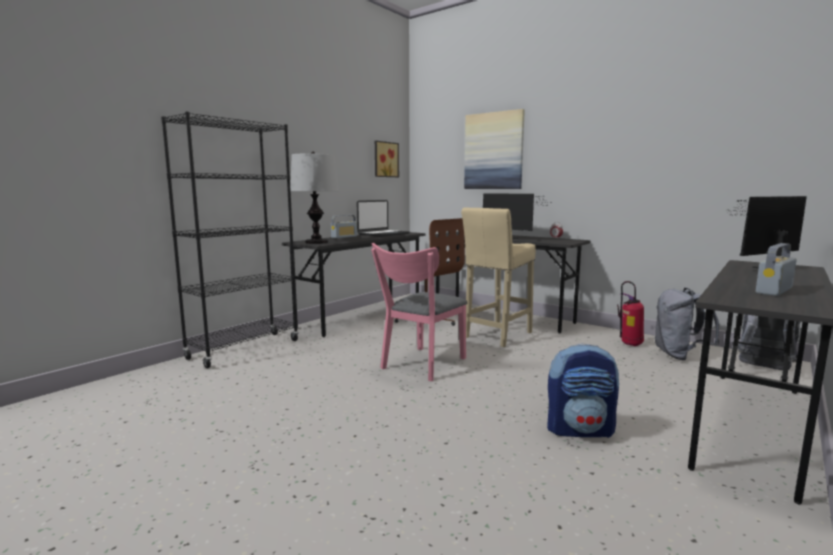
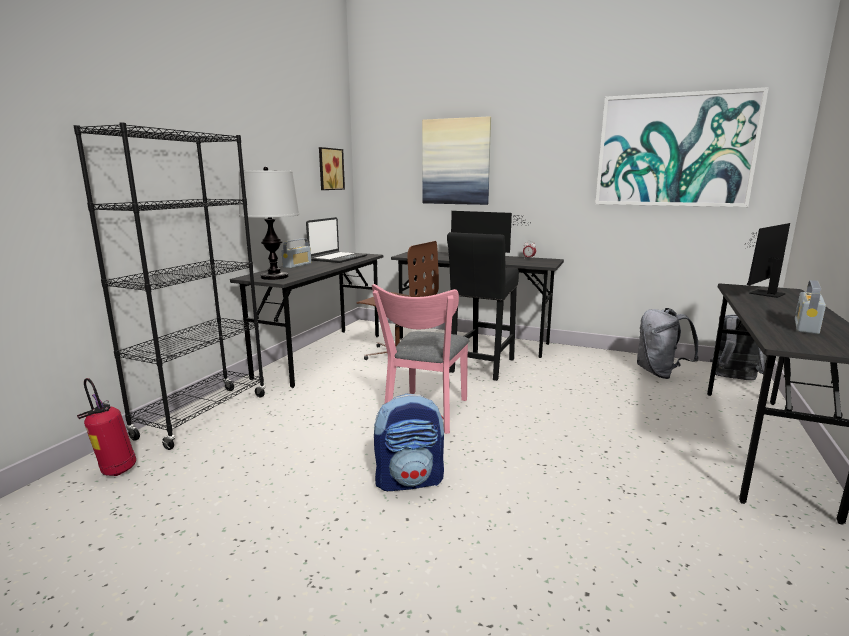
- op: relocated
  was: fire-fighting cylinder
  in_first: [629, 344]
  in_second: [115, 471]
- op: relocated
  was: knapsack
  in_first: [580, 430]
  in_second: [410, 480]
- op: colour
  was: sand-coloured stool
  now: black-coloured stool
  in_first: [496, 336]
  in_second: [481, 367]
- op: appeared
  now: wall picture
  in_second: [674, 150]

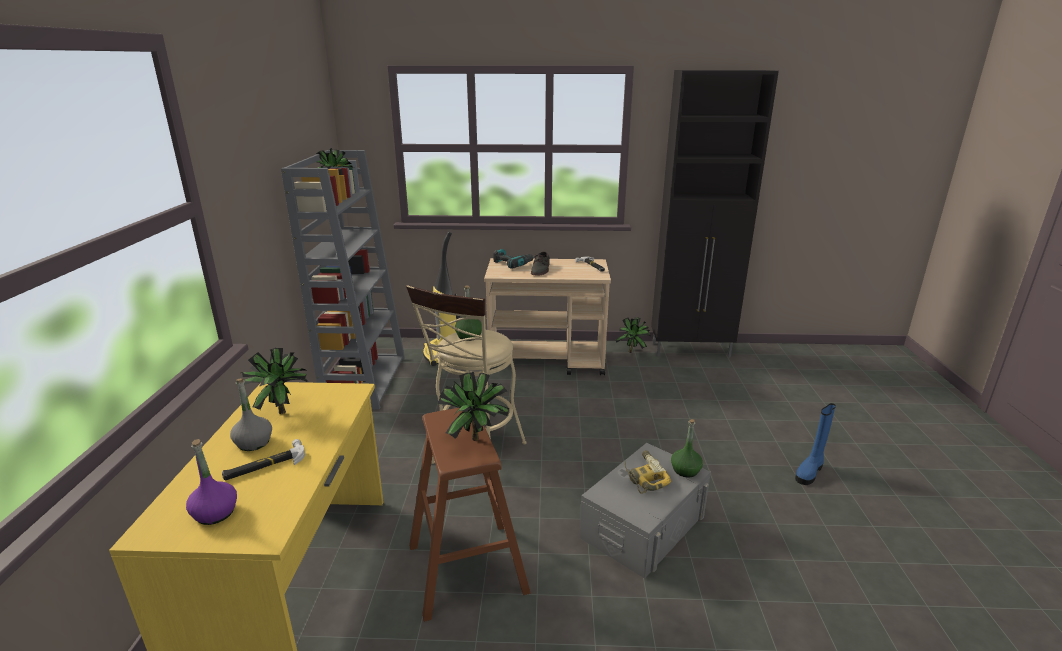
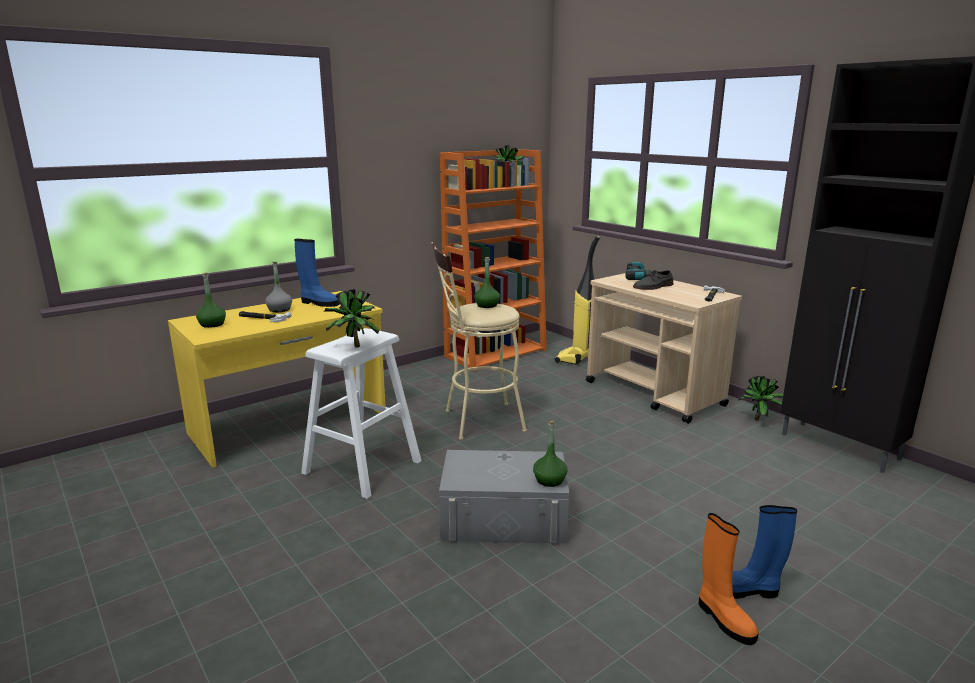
- op: colour
  was: purple-coloured beverage bottle
  now: green beverage bottle
  in_first: [215, 513]
  in_second: [212, 324]
- op: exchanged
  was: potted plant
  now: bluish boot
  in_first: [281, 410]
  in_second: [318, 303]
- op: colour
  was: brown-coloured stool
  now: white stool
  in_first: [467, 568]
  in_second: [362, 467]
- op: colour
  was: gray bookcase
  now: orange-coloured bookcase
  in_first: [365, 380]
  in_second: [496, 353]
- op: appeared
  now: orange-coloured boot
  in_second: [724, 619]
- op: missing
  was: electric drill
  in_first: [643, 476]

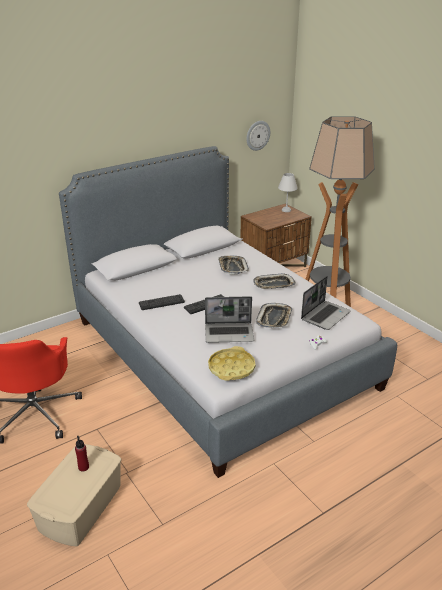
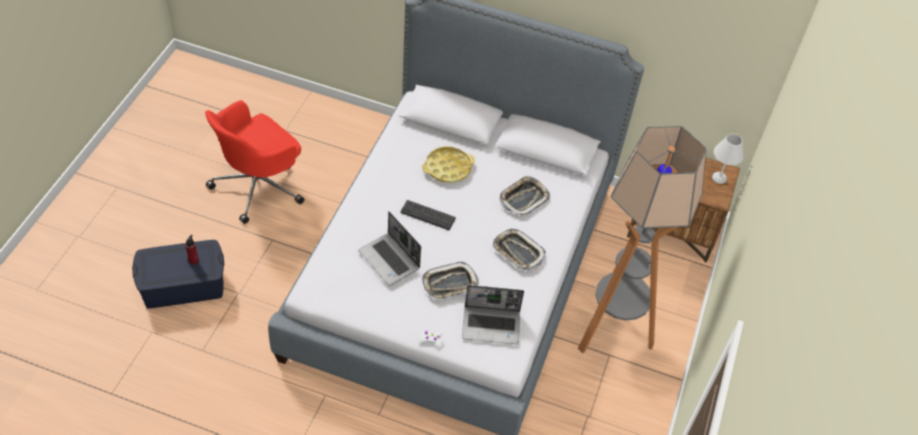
- op: colour
  was: sand-coloured storage container
  now: bluish storage container
  in_first: [80, 507]
  in_second: [183, 285]
- op: relocated
  was: yellow-coloured serving tray
  in_first: [231, 368]
  in_second: [448, 168]
- op: missing
  was: PC keyboard
  in_first: [161, 303]
- op: missing
  was: clock on the wall
  in_first: [257, 135]

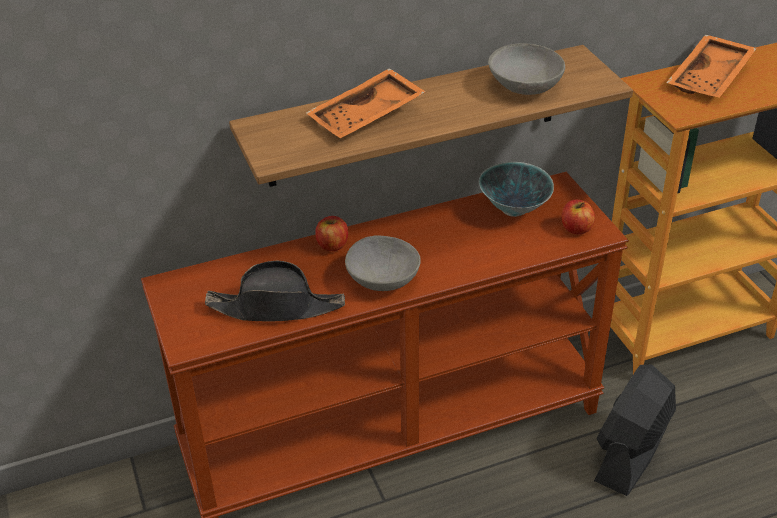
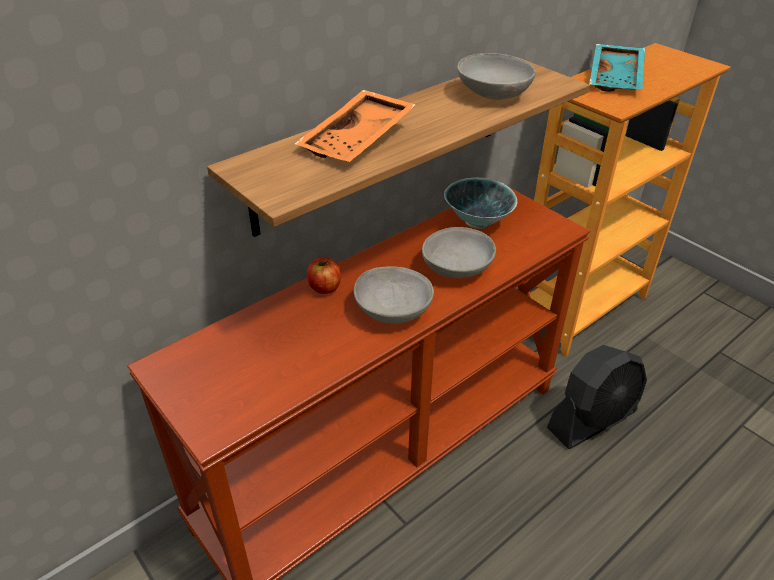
- op: appeared
  now: gray bowl
  in_second: [457, 269]
- op: spun
  was: black-coloured electric fan
  in_first: [630, 454]
  in_second: [592, 420]
  clockwise: -135
- op: colour
  was: orange-coloured serving tray
  now: blue-green serving tray
  in_first: [711, 78]
  in_second: [617, 78]
- op: missing
  was: black-coloured wearable hat
  in_first: [276, 307]
- op: missing
  was: apple
  in_first: [576, 228]

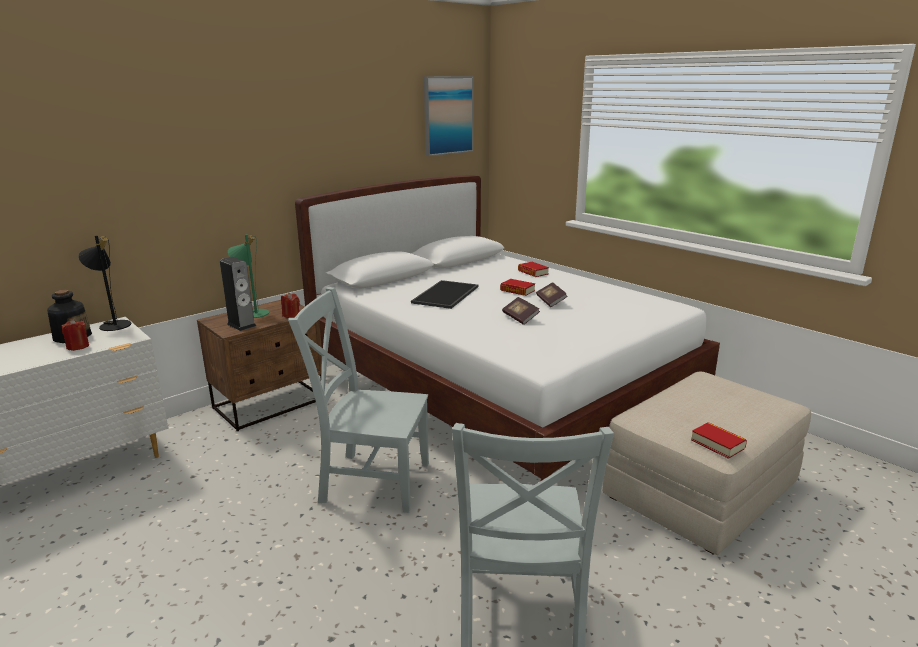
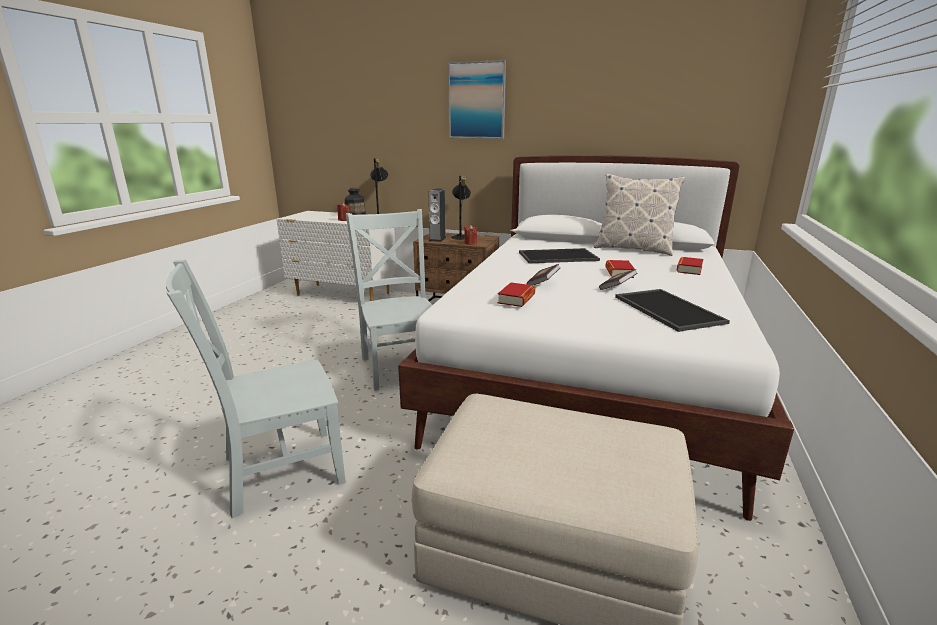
- op: relocated
  was: wall picture
  in_first: [448, 115]
  in_second: [477, 100]
- op: colour
  was: green tabletop lamp
  now: black-coloured tabletop lamp
  in_first: [253, 312]
  in_second: [461, 236]
- op: relocated
  was: volume
  in_first: [717, 444]
  in_second: [516, 299]
- op: appeared
  now: cushion
  in_second: [633, 249]
- op: appeared
  now: serving tray
  in_second: [666, 309]

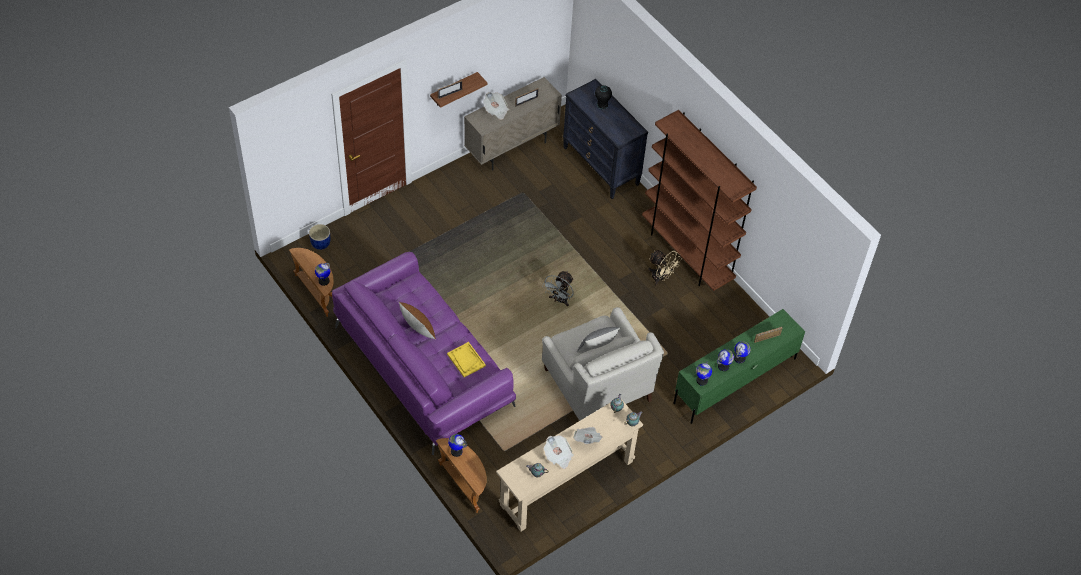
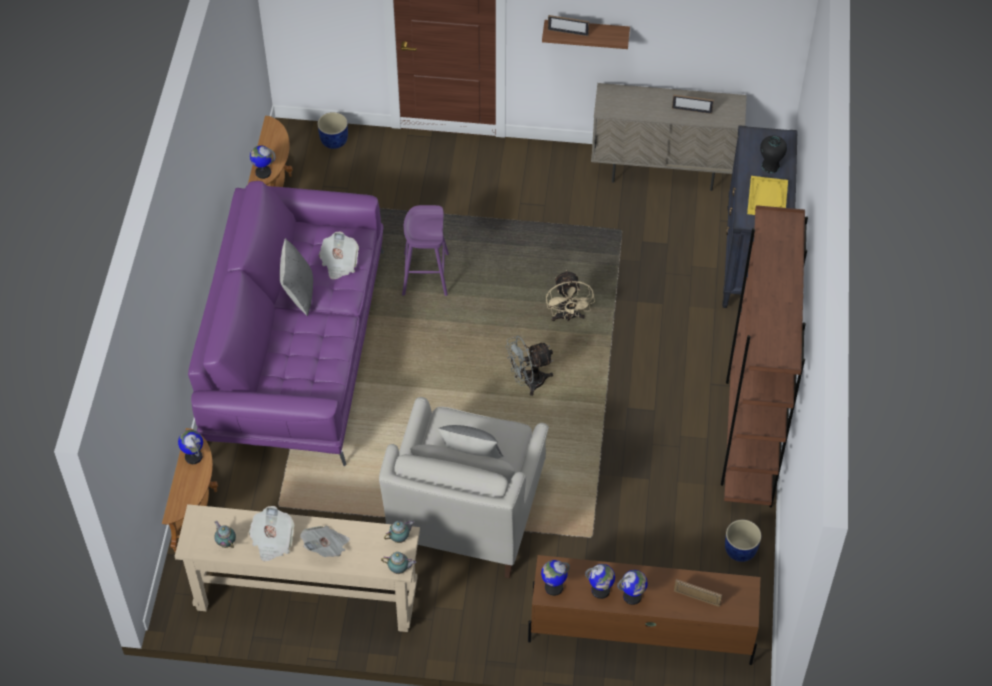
- op: colour
  was: brown-coloured cushion
  now: gray cushion
  in_first: [417, 331]
  in_second: [298, 294]
- op: relocated
  was: printed paper
  in_first: [496, 110]
  in_second: [339, 263]
- op: appeared
  now: purple-coloured stool
  in_second: [425, 274]
- op: colour
  was: green tv unit
  now: brown-coloured tv unit
  in_first: [734, 381]
  in_second: [639, 631]
- op: relocated
  was: sand-coloured electric fan
  in_first: [661, 278]
  in_second: [567, 317]
- op: appeared
  now: bluish plant pot
  in_second: [740, 550]
- op: relocated
  was: yellow-coloured serving tray
  in_first: [466, 360]
  in_second: [767, 198]

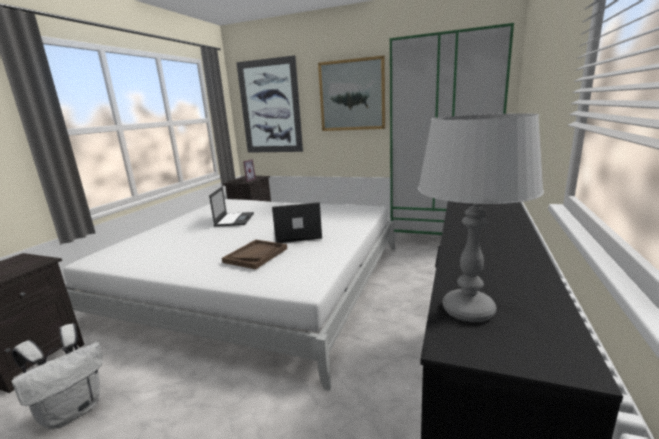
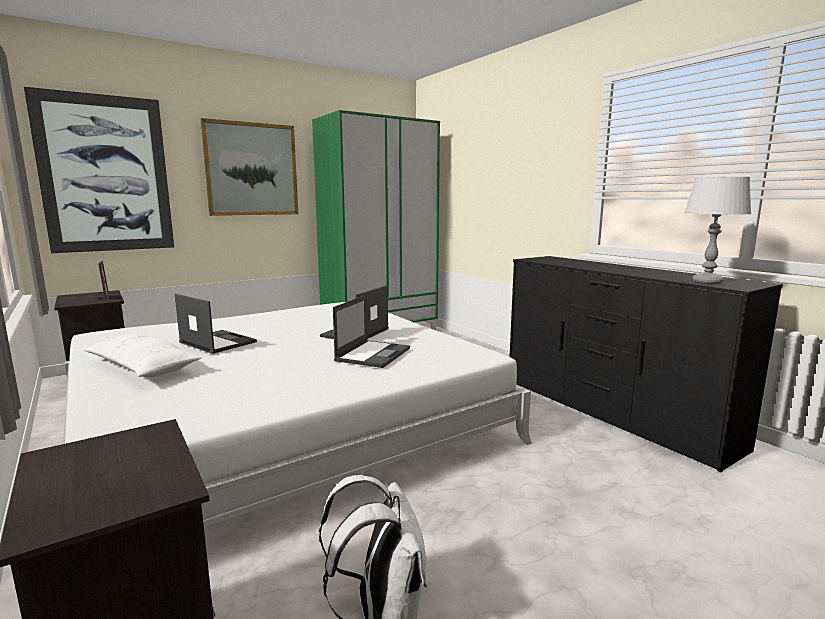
- op: appeared
  now: white cushion
  in_second: [142, 368]
- op: exchanged
  was: brown-coloured serving tray
  now: notebook computer
  in_first: [256, 255]
  in_second: [373, 354]

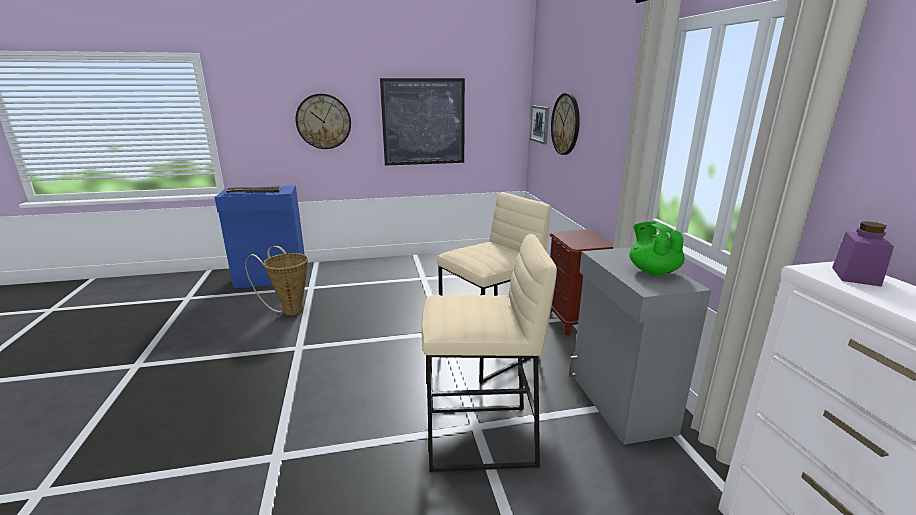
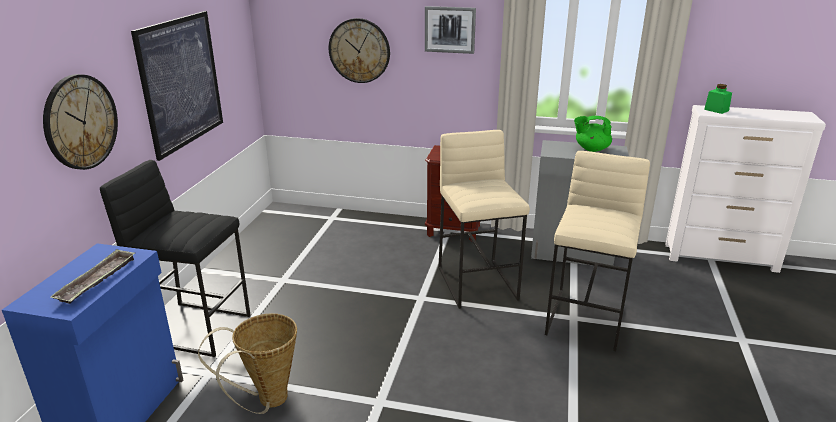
- op: appeared
  now: black-coloured stool
  in_second: [197, 328]
- op: relocated
  was: wall picture
  in_first: [540, 124]
  in_second: [450, 29]
- op: colour
  was: purple-coloured jar
  now: green jar
  in_first: [855, 276]
  in_second: [716, 110]

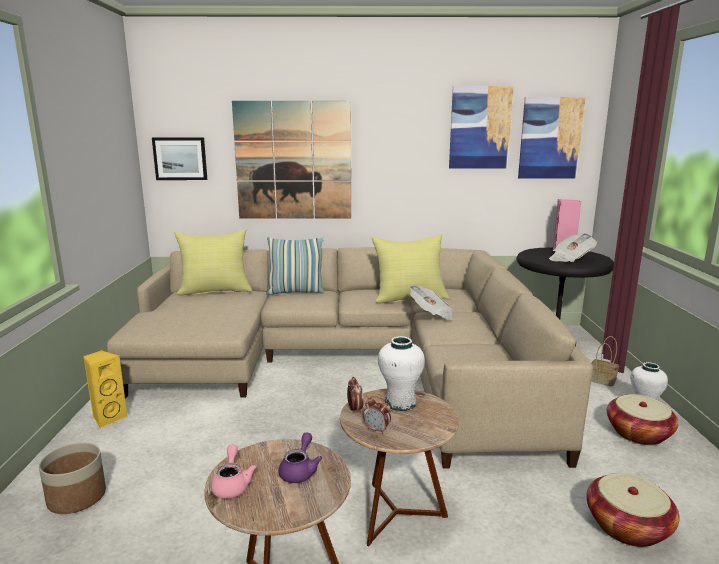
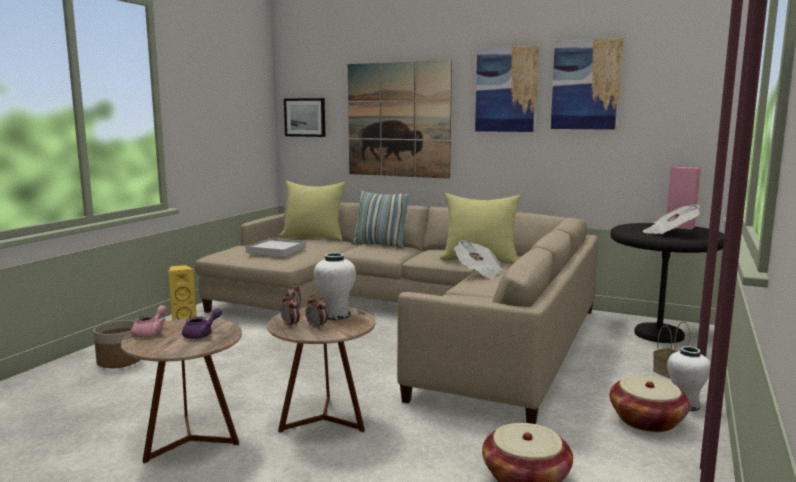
- op: appeared
  now: white serving tray
  in_second: [276, 250]
- op: appeared
  now: bedside clock
  in_second: [317, 326]
- op: relocated
  was: wall picture
  in_first: [550, 138]
  in_second: [506, 89]

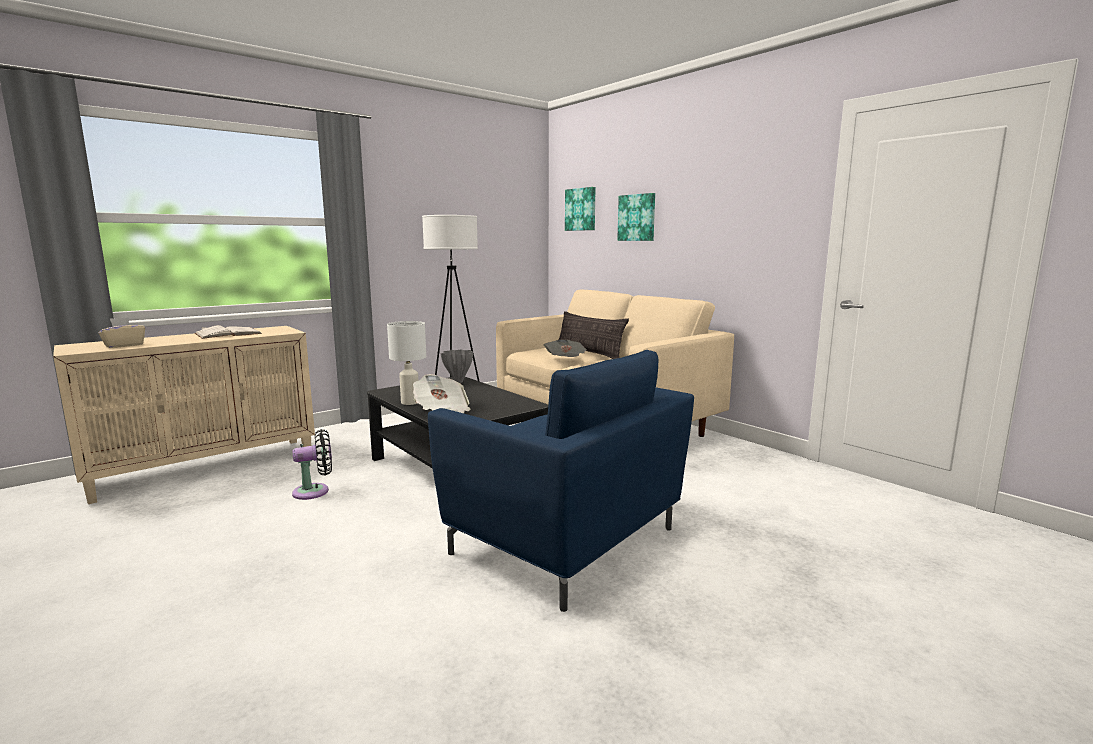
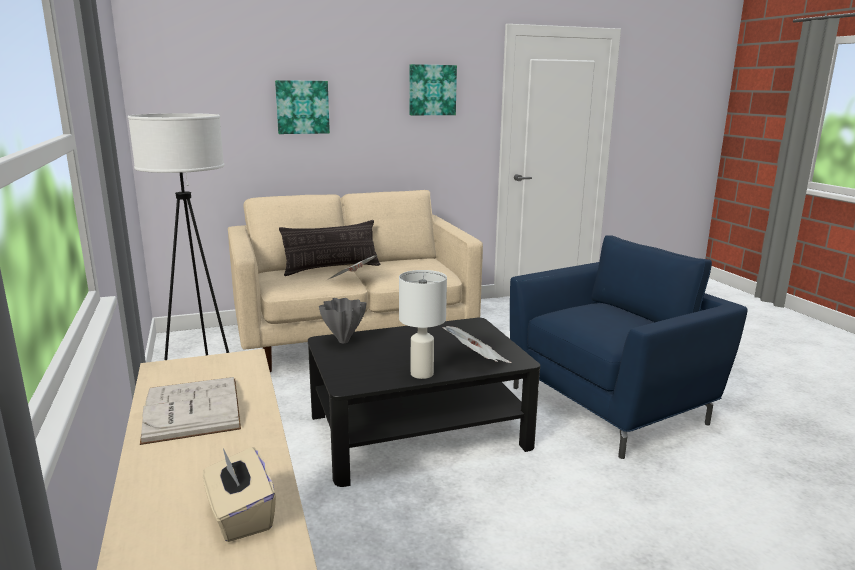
- op: relocated
  was: wall picture
  in_first: [581, 209]
  in_second: [432, 90]
- op: missing
  was: black-coloured electric fan
  in_first: [315, 491]

